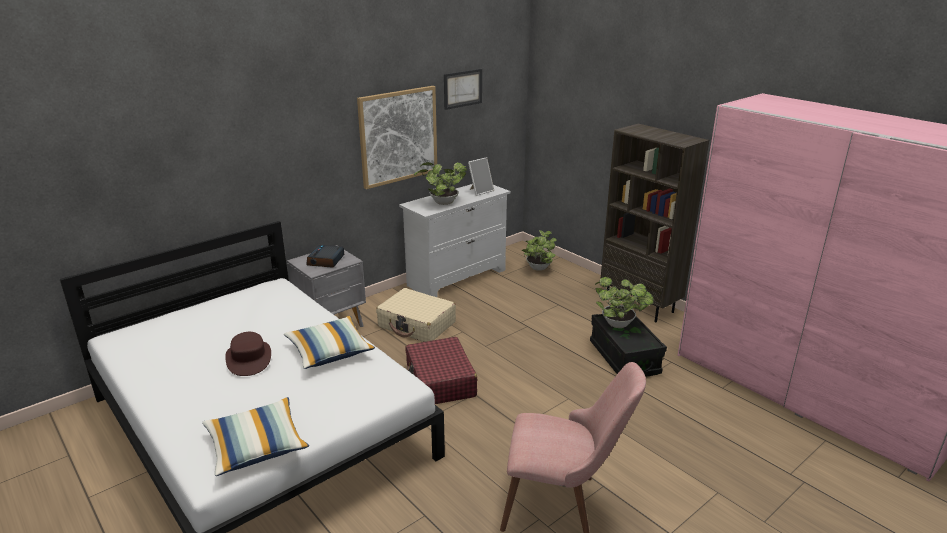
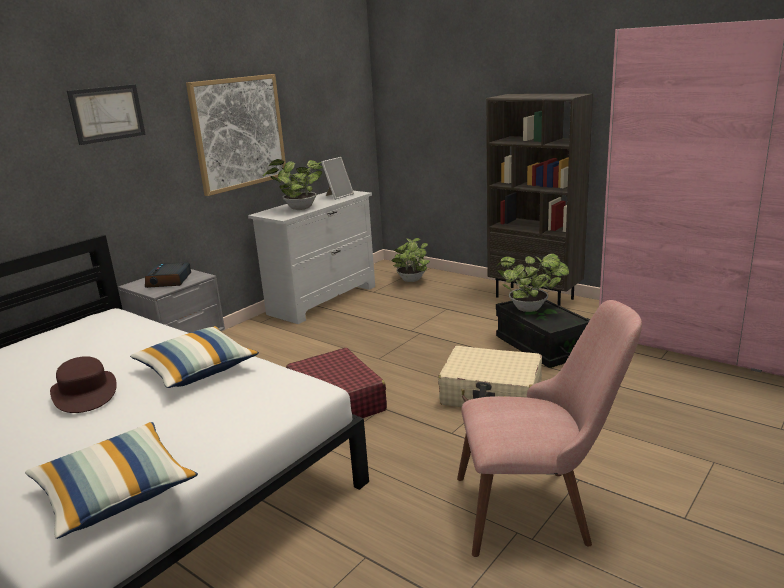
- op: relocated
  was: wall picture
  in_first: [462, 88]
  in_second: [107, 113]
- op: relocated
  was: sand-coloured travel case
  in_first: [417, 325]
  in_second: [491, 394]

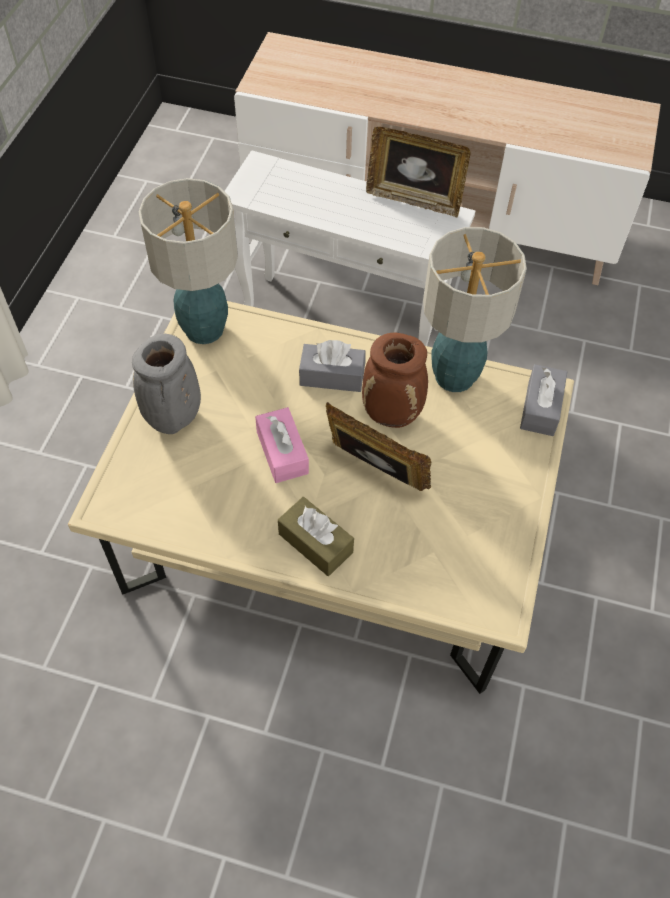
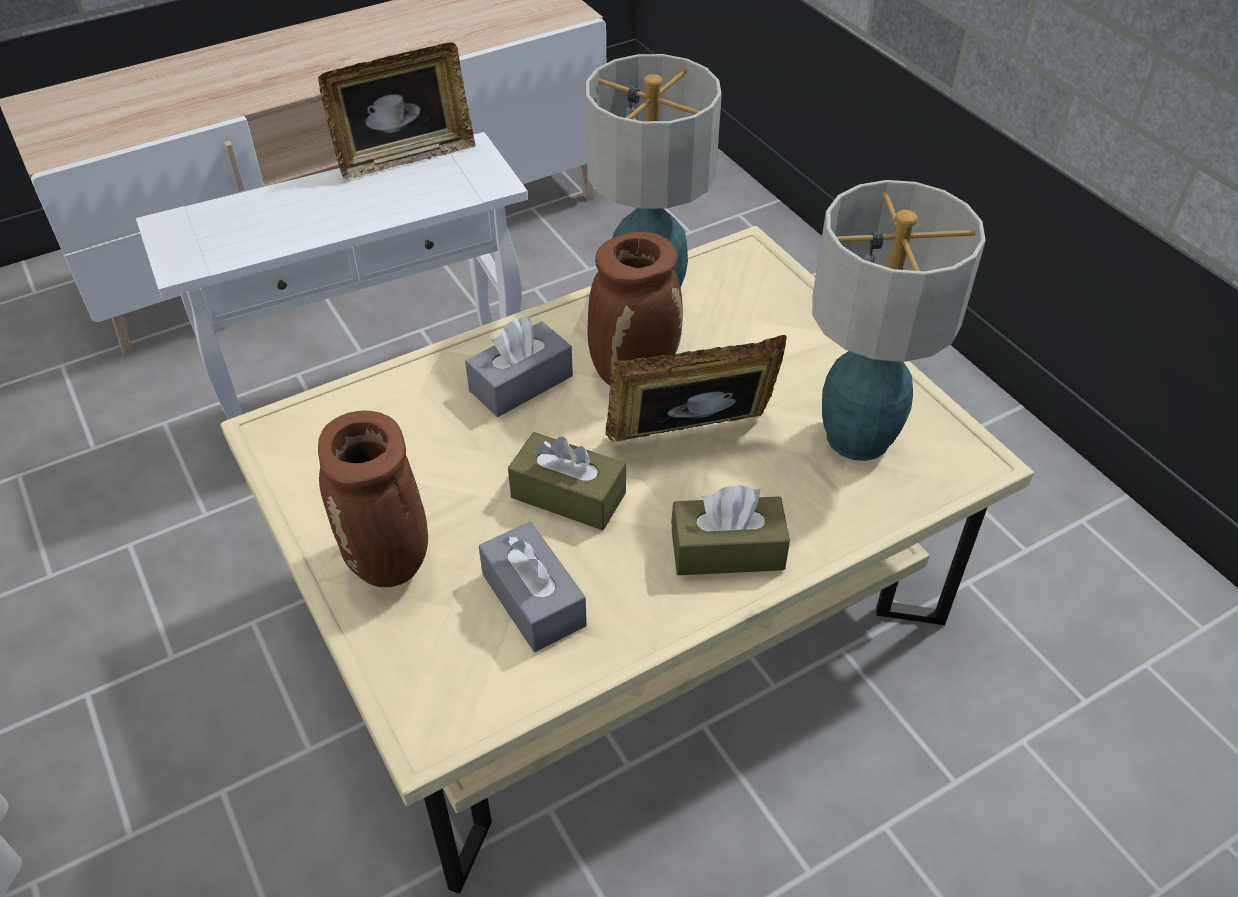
- op: colour
  was: gray flower vase
  now: brown-coloured flower vase
  in_first: [174, 420]
  in_second: [391, 563]
- op: relocated
  was: gray tissue holder
  in_first: [540, 408]
  in_second: [533, 600]
- op: colour
  was: pink tissue holder
  now: brown-coloured tissue holder
  in_first: [282, 452]
  in_second: [568, 495]
- op: relocated
  was: tabletop lamp
  in_first: [203, 329]
  in_second: [857, 439]

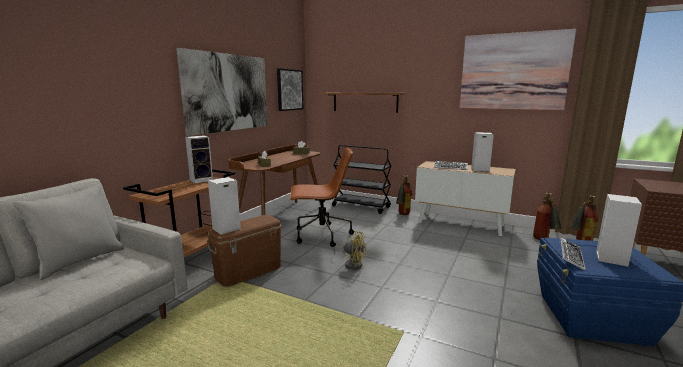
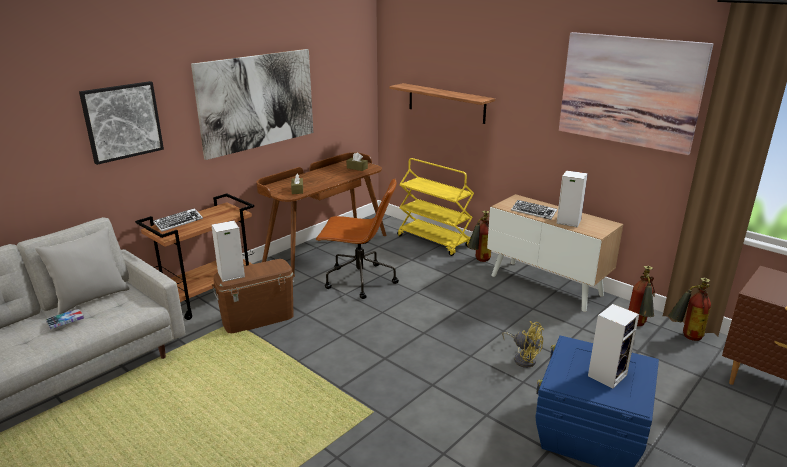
- op: appeared
  now: volume
  in_second: [65, 322]
- op: relocated
  was: wall picture
  in_first: [289, 90]
  in_second: [122, 121]
- op: relocated
  was: PC keyboard
  in_first: [570, 256]
  in_second: [178, 222]
- op: colour
  was: black-coloured wheeled cart
  now: yellow-coloured wheeled cart
  in_first: [361, 207]
  in_second: [434, 241]
- op: relocated
  was: yellow-coloured electric fan
  in_first: [352, 264]
  in_second: [523, 358]
- op: missing
  was: speaker
  in_first: [202, 180]

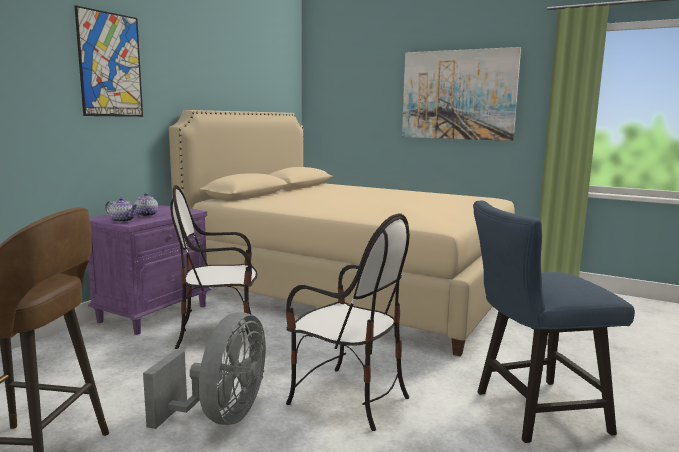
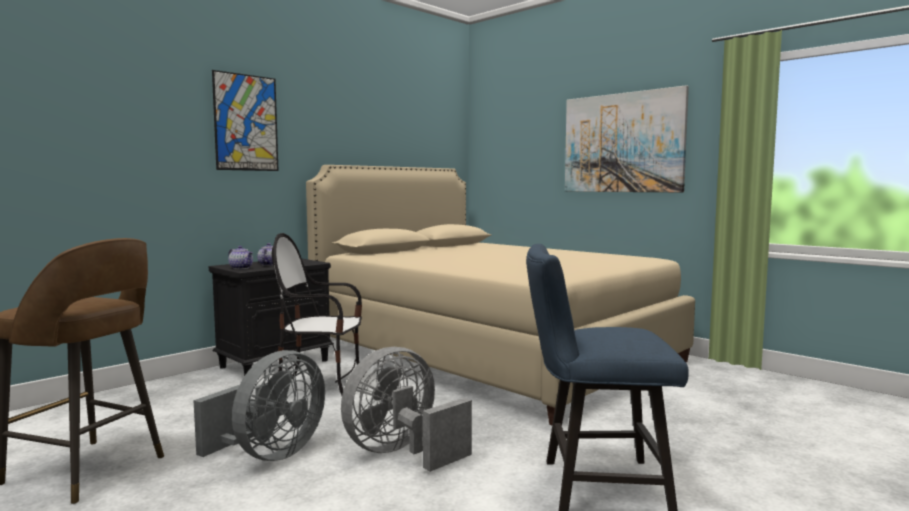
- op: colour
  was: purple-coloured night table
  now: black-coloured night table
  in_first: [154, 313]
  in_second: [275, 363]
- op: exchanged
  was: upright chair
  now: gray electric fan
  in_first: [348, 399]
  in_second: [402, 453]

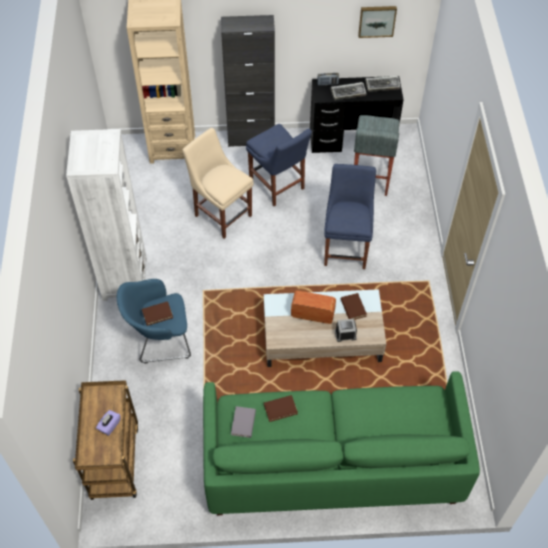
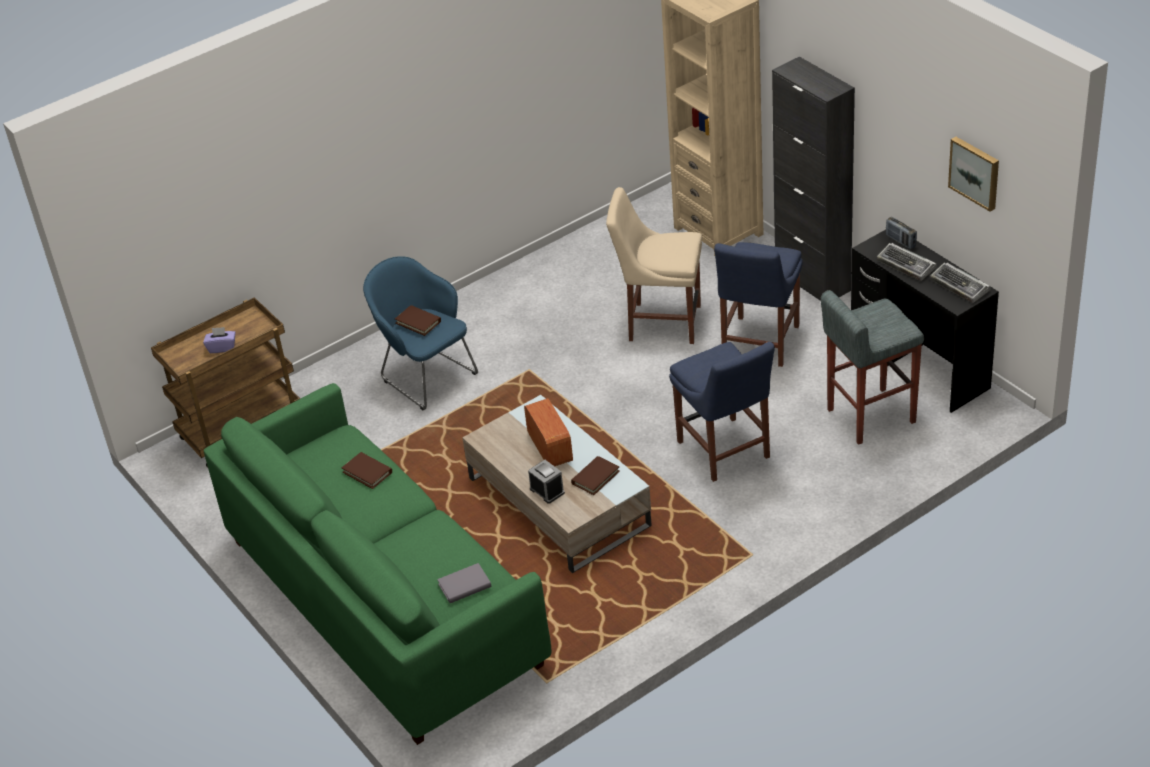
- op: relocated
  was: gray volume
  in_first: [243, 423]
  in_second: [464, 586]
- op: spun
  was: sand-coloured upright chair
  in_first: [221, 214]
  in_second: [660, 322]
  clockwise: -90
- op: spun
  was: bluish upright chair
  in_first: [346, 247]
  in_second: [725, 452]
  clockwise: 90
- op: missing
  was: white bookcase
  in_first: [124, 279]

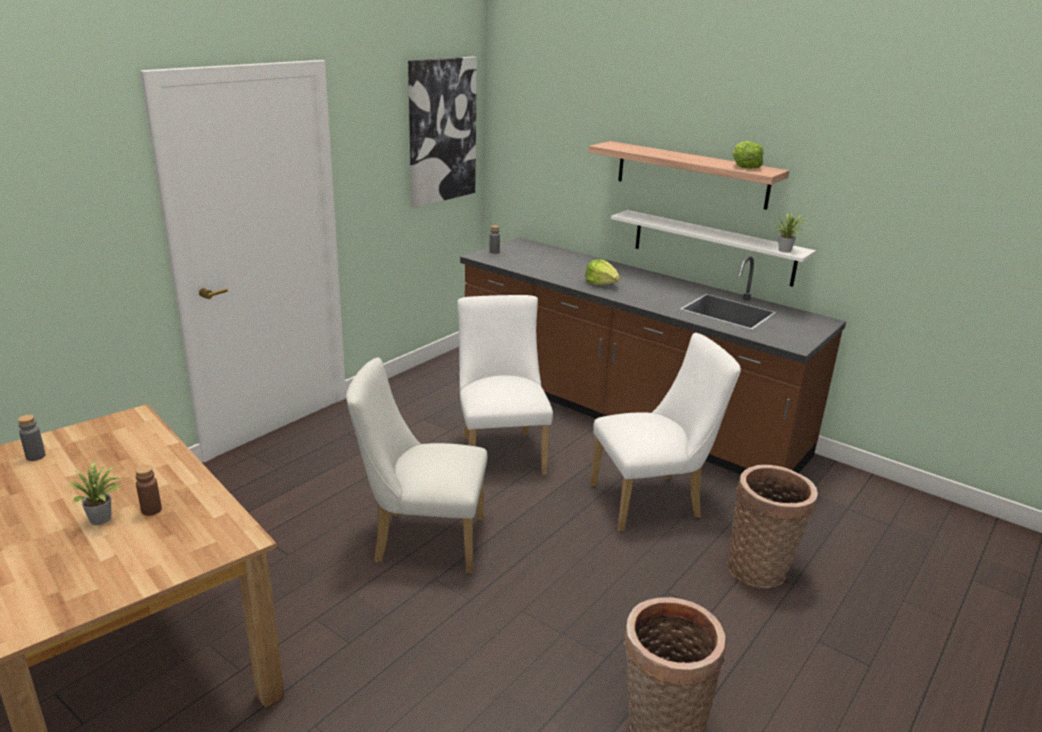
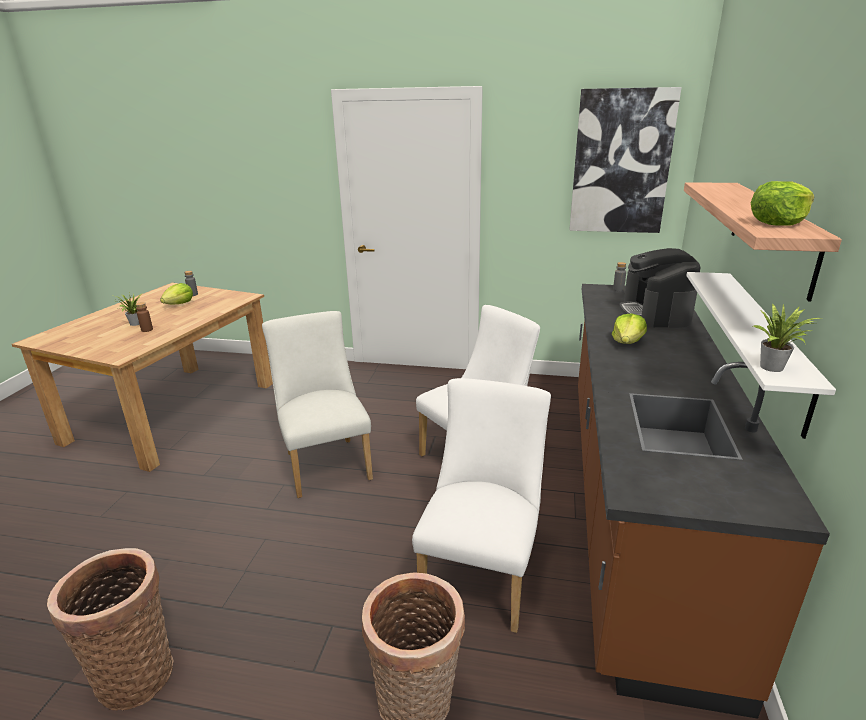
- op: appeared
  now: head of lettuce
  in_second: [179, 304]
- op: spun
  was: white upright chair
  in_first: [653, 501]
  in_second: [482, 573]
  clockwise: -120
- op: appeared
  now: coffee machine
  in_second: [655, 313]

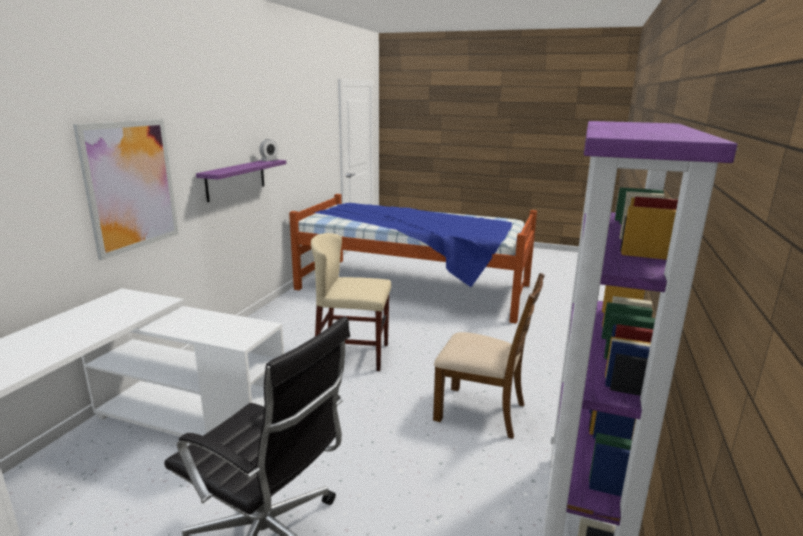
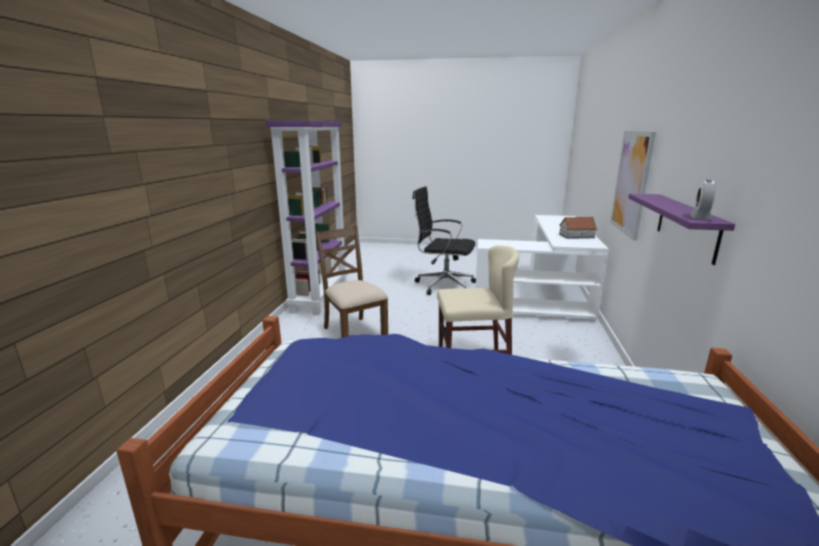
- op: spun
  was: brown-coloured upright chair
  in_first: [481, 411]
  in_second: [354, 332]
  clockwise: 45
- op: appeared
  now: toy house
  in_second: [576, 236]

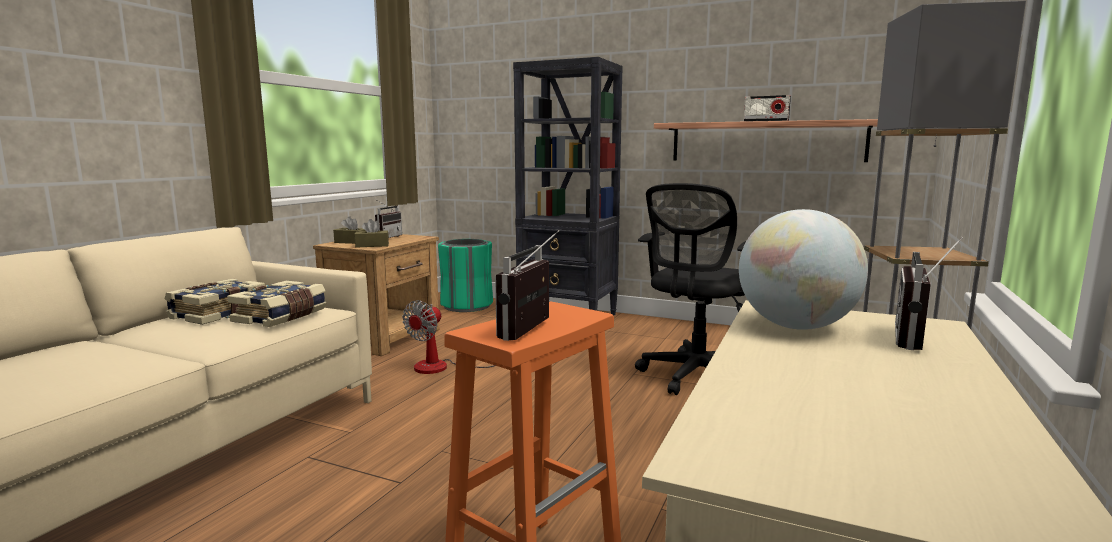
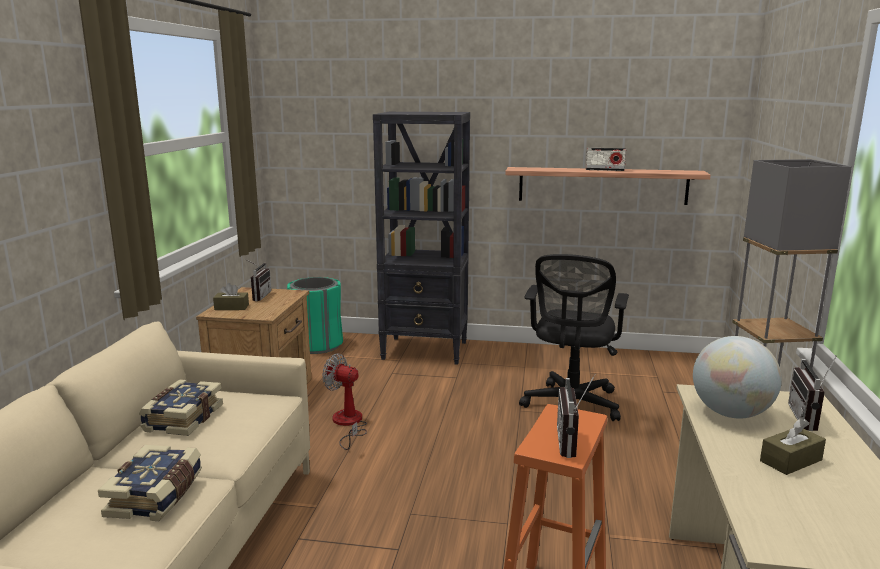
- op: relocated
  was: volume
  in_first: [282, 317]
  in_second: [157, 496]
- op: spun
  was: electric fan
  in_first: [443, 367]
  in_second: [348, 424]
  clockwise: 105
- op: relocated
  was: brown-coloured tissue holder
  in_first: [372, 245]
  in_second: [790, 460]

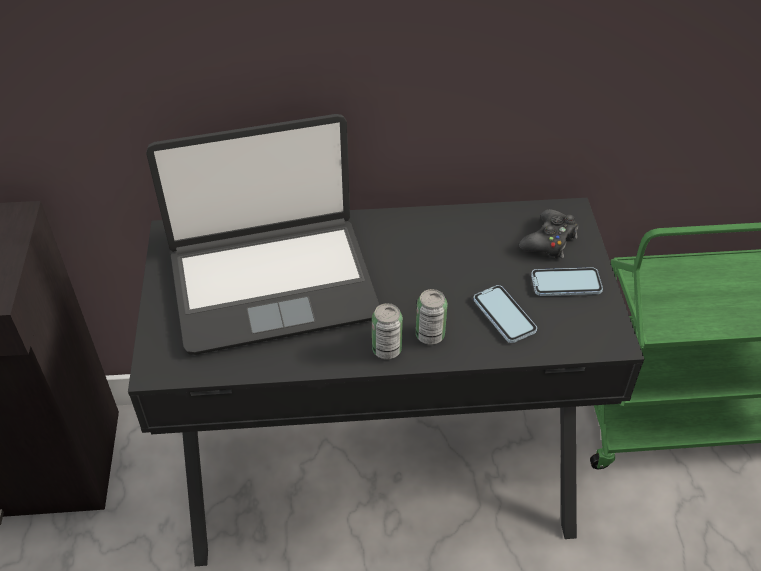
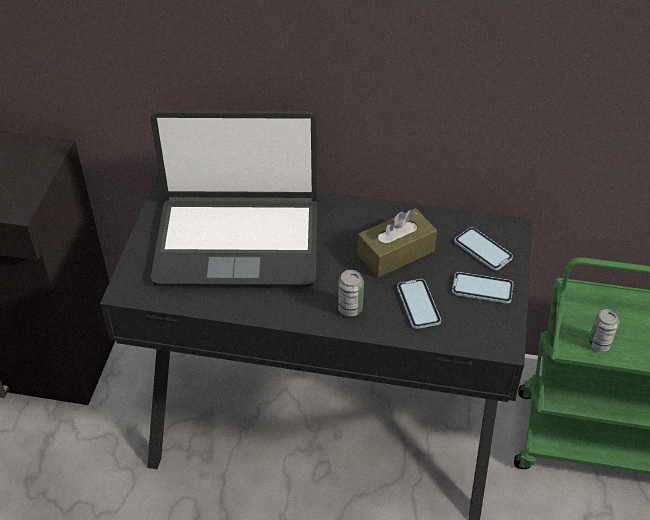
- op: appeared
  now: brown-coloured tissue holder
  in_second: [396, 253]
- op: exchanged
  was: black-coloured joypad
  now: handset
  in_first: [549, 241]
  in_second: [483, 250]
- op: relocated
  was: metal can
  in_first: [386, 349]
  in_second: [599, 344]

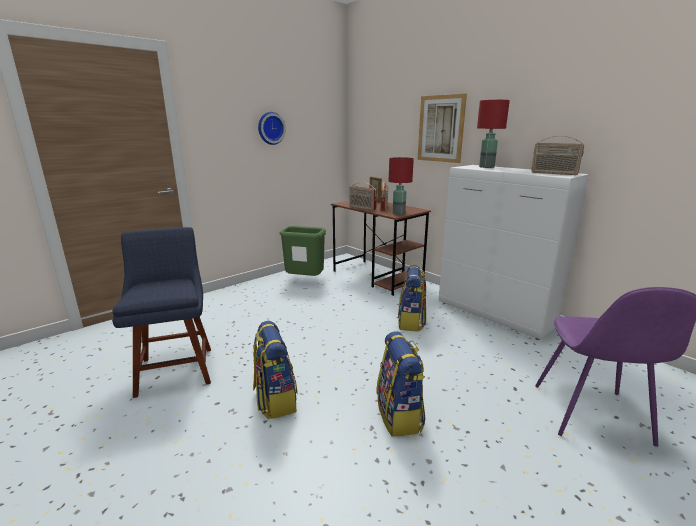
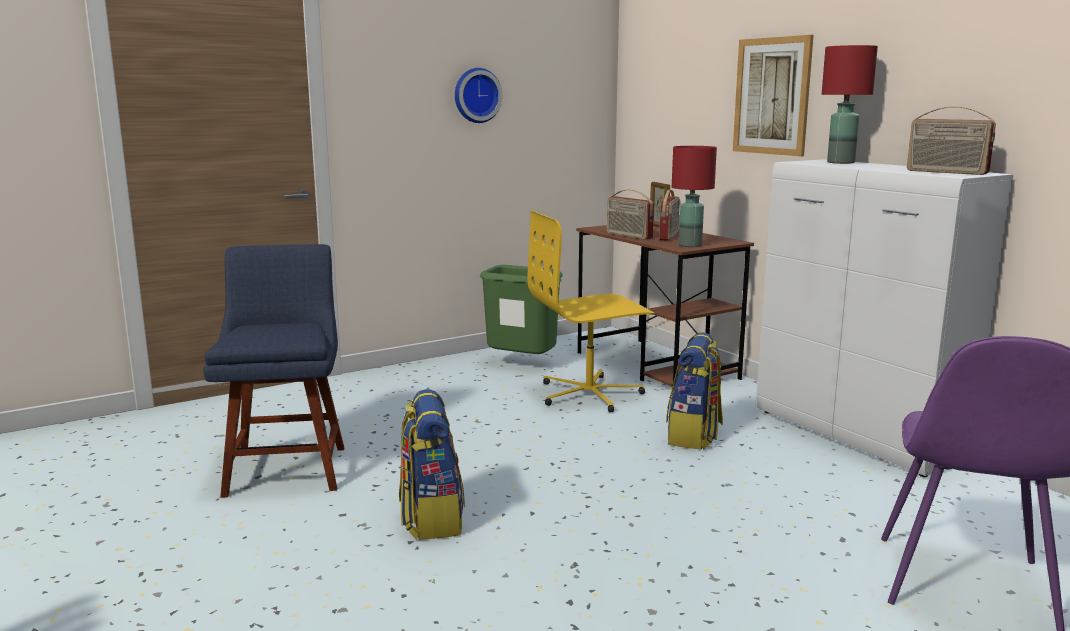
- op: appeared
  now: yellow-coloured desk chair
  in_second: [590, 394]
- op: missing
  was: knapsack
  in_first: [400, 415]

